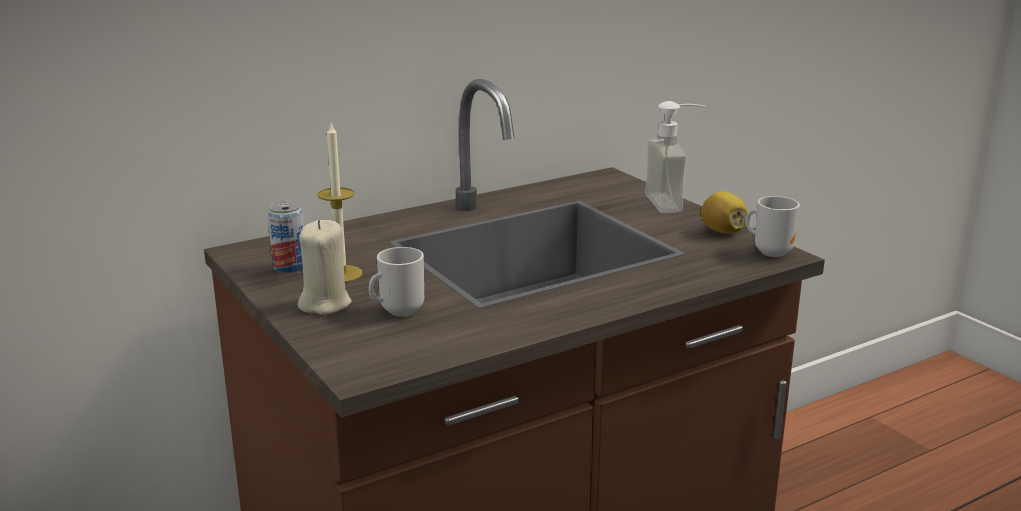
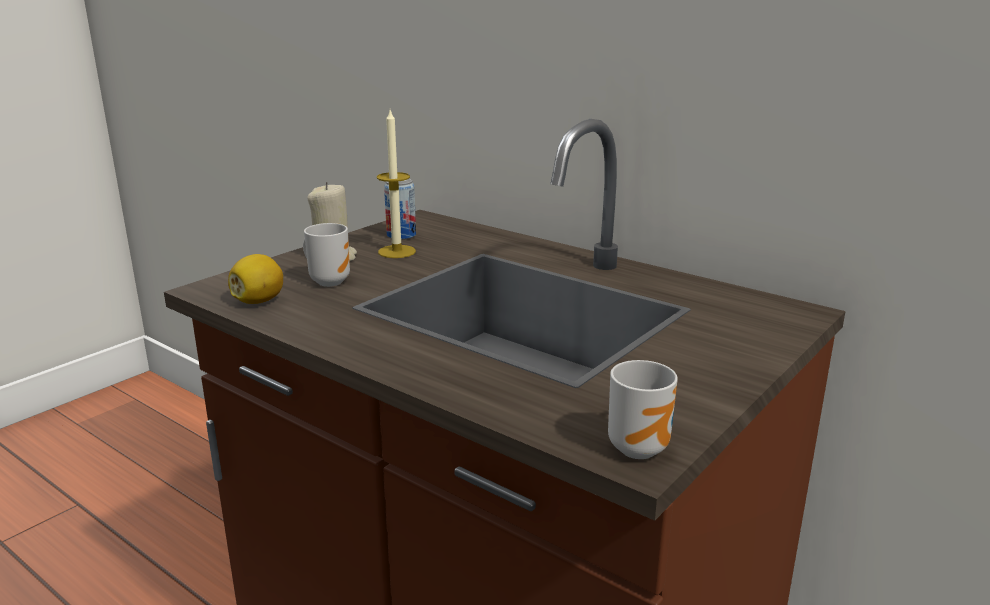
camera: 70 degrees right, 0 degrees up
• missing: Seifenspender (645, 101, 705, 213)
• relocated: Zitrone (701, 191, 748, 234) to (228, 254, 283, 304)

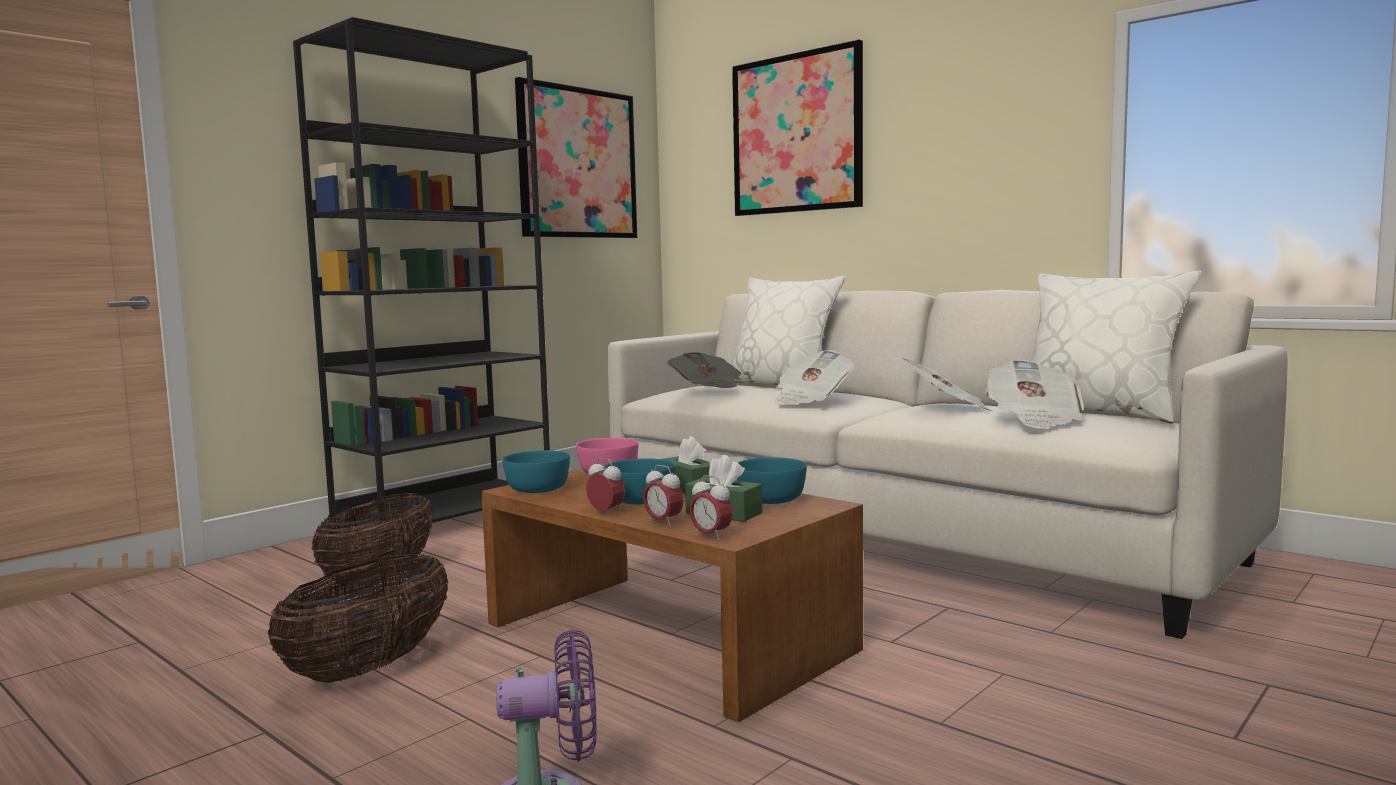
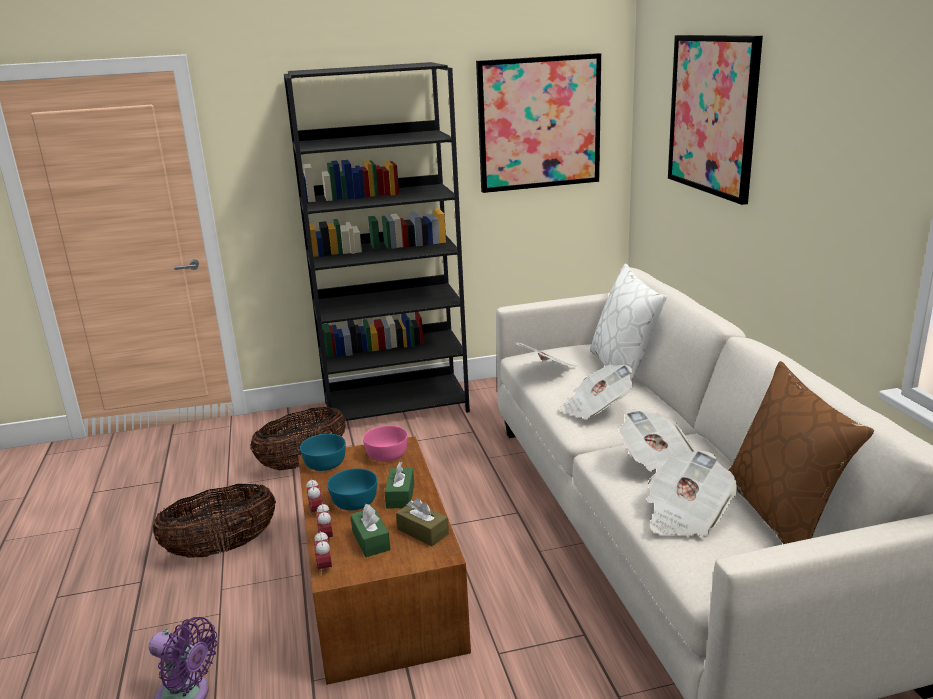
camera: 35 degrees right, 15 degrees up
• exchanged: Schüssel/türkis (737, 457, 807, 504) to Taschentuchbox/braun (396, 498, 449, 546)
• colour: Kissen/weiß (1031, 271, 1202, 424) to Kissen/braun (728, 361, 874, 544)

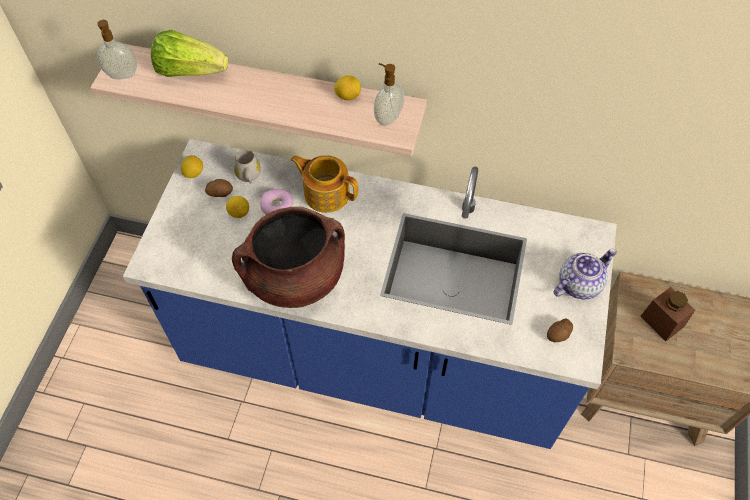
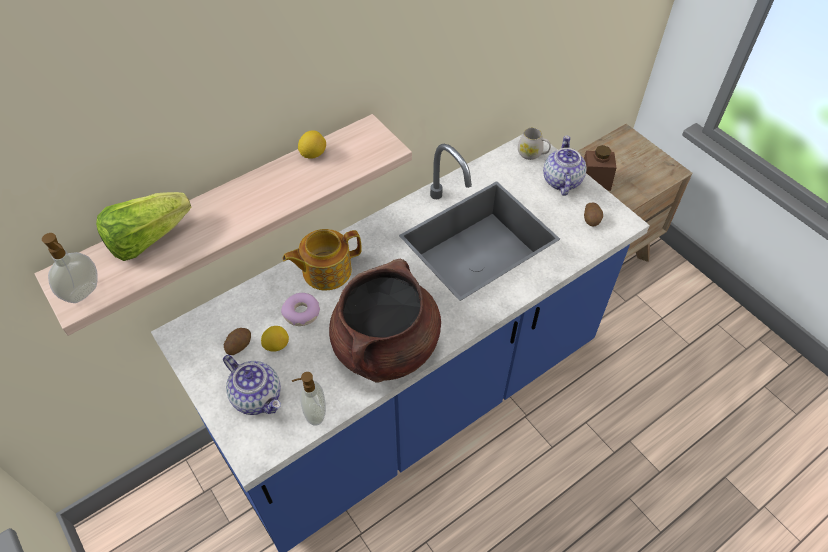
camera: 50 degrees left, 5 degrees down
• missing: Zitrone (180, 155, 203, 178)
• relocated: Henkelbecher/weiß (234, 150, 261, 184) to (518, 128, 551, 160)
• relocated: Seifenspender (374, 63, 404, 126) to (292, 372, 326, 426)
• appeared: Teekanne (223, 355, 281, 415)

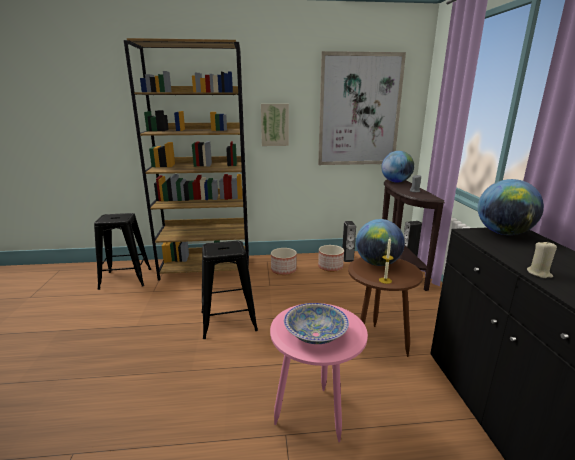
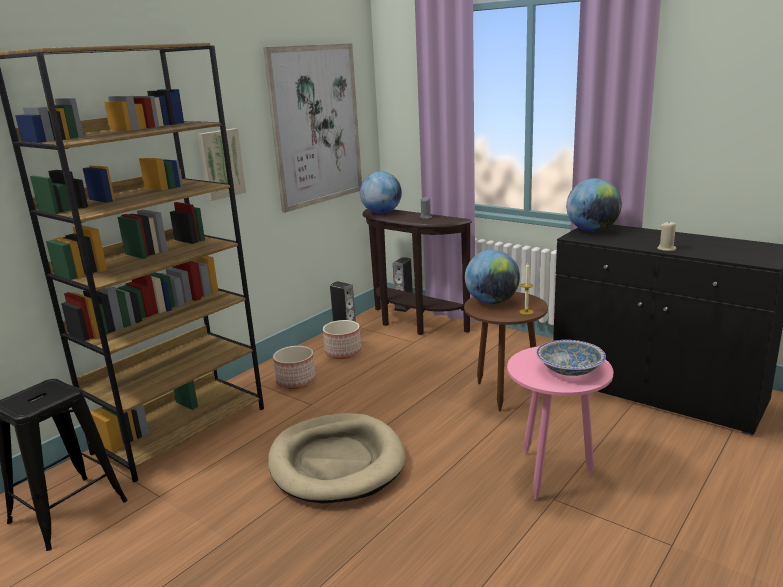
camera: 45 degrees left, 0 degrees up
• exchanged: Hocker/schwarz (201, 240, 258, 339) to Hundebett/beige (268, 413, 405, 503)

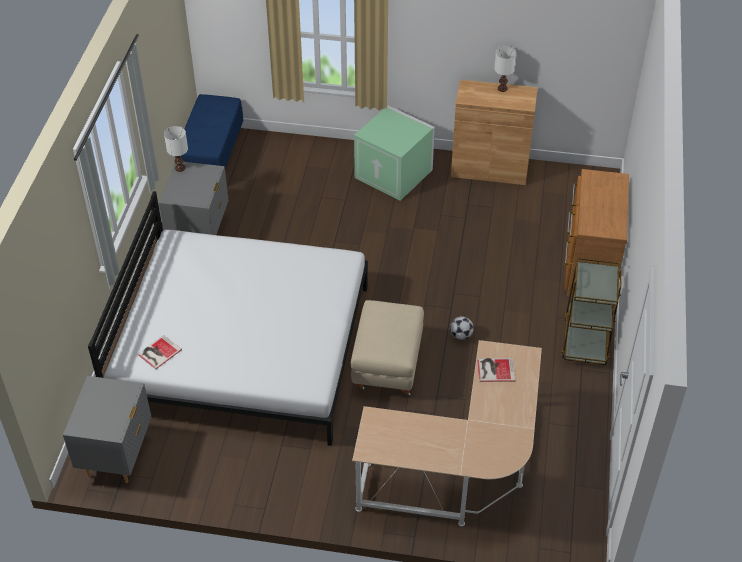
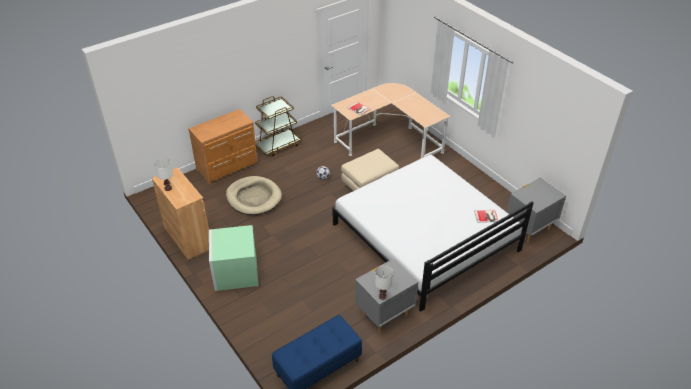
camera: 135 degrees left, 5 degrees down
• appeared: Hundebett/beige (226, 176, 282, 215)

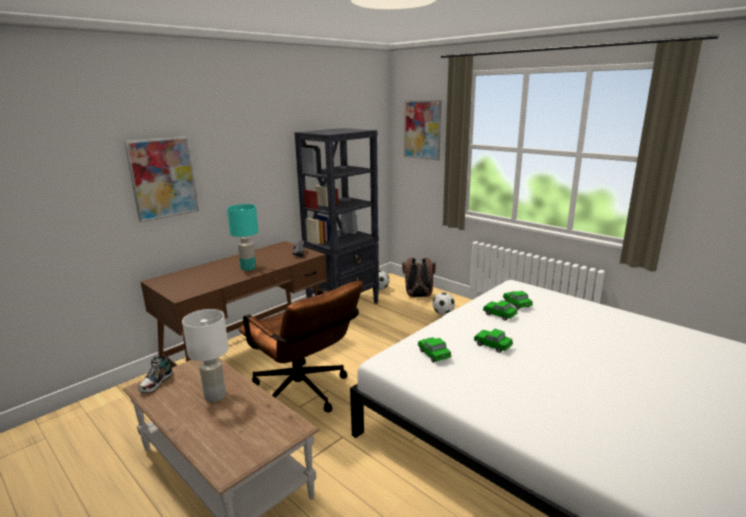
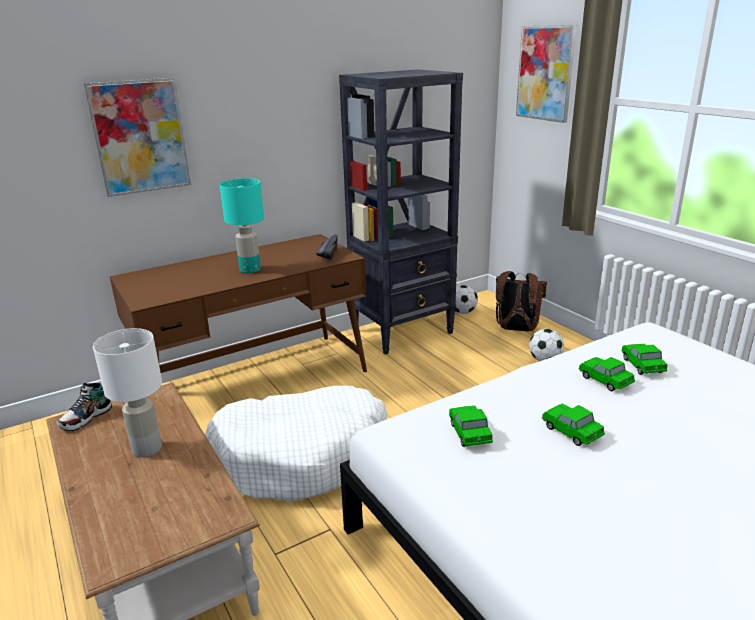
camera: 15 degrees right, 5 degrees up
• exchanged: Bürostuhl/braun (239, 281, 363, 412) to Hundebett/weiß (205, 385, 387, 502)

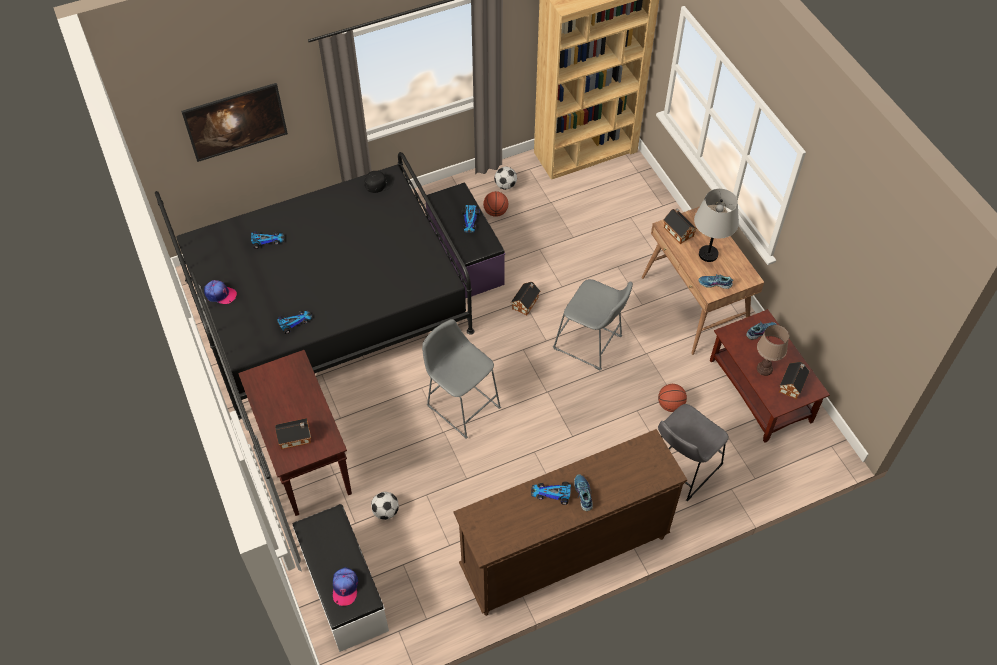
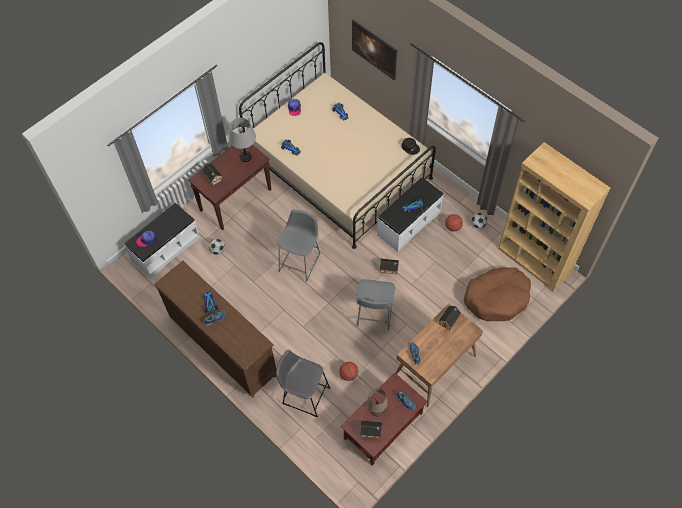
camera: 70 degrees right, 5 degrees up
• colour: Bett/schwarz (155, 152, 474, 420) to Bett/beige (239, 42, 436, 249)
• colour: Bank/lila (426, 183, 505, 299) to Bank/weiß (377, 177, 443, 252)
• relocated: Tischlampe/grau (694, 189, 739, 262) to (228, 118, 256, 162)
• appeared: Hundebett/braun (464, 267, 531, 321)

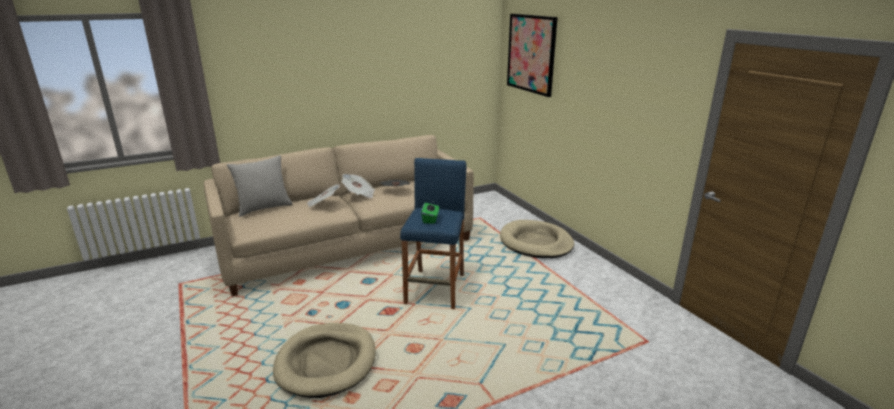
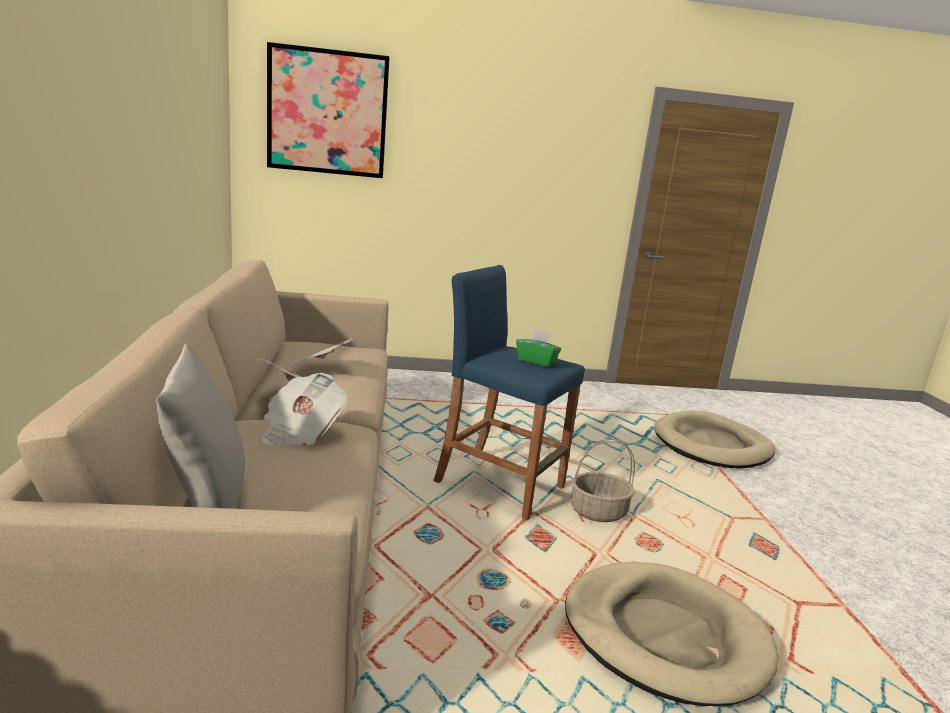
camera: 70 degrees left, 5 degrees down
• relocated: Hundebett/beige (500, 220, 574, 258) to (654, 411, 775, 469)
• appeared: Korb (571, 439, 635, 522)

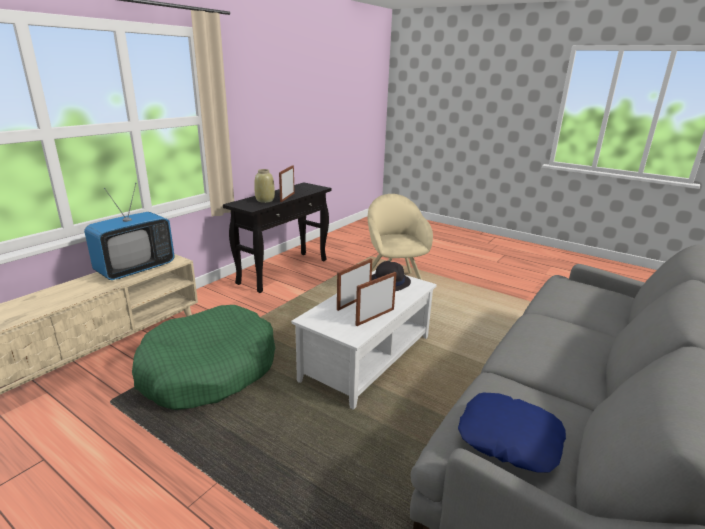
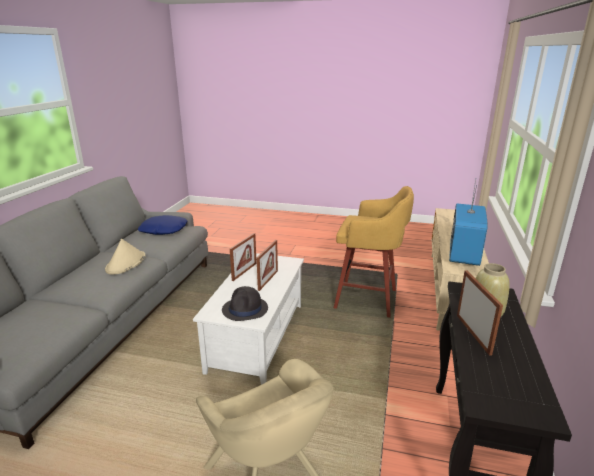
camera: 160 degrees right, 0 degrees up
• exchanged: Hundebett/grün (132, 305, 275, 410) to Hocker/gelb (334, 186, 414, 318)
• appeared: Hut/beige (105, 239, 146, 275)

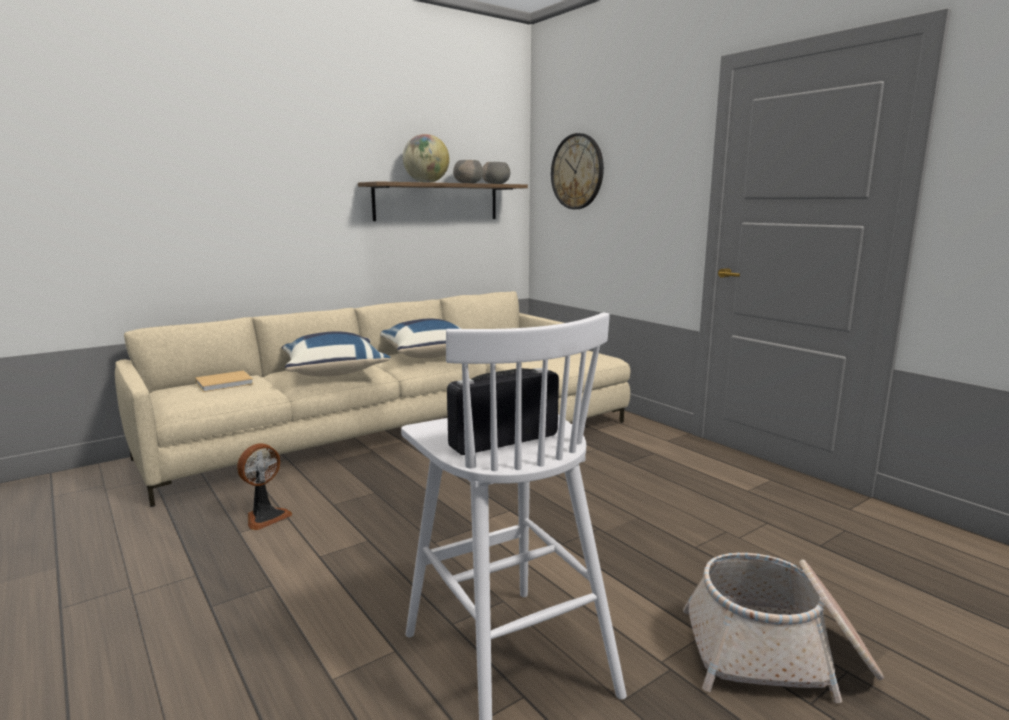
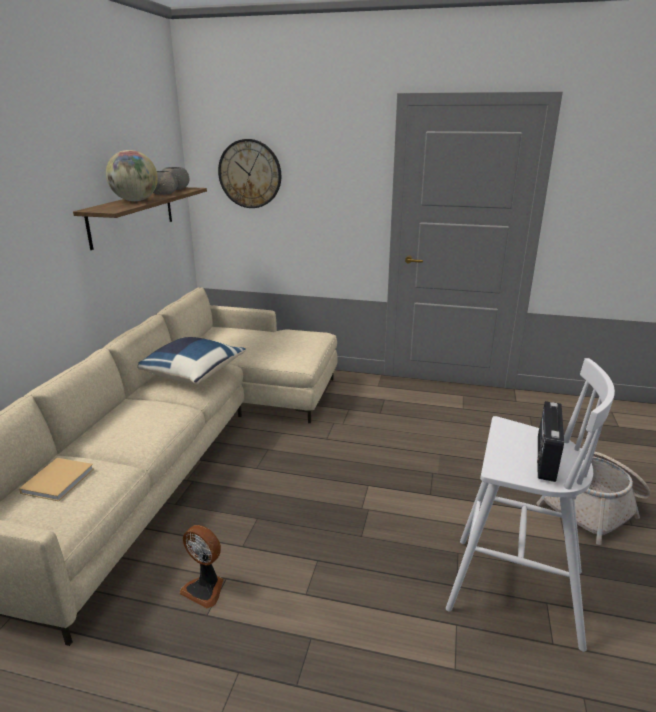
camera: 40 degrees left, 10 degrees up
• spun: Ventilator (237, 443, 292, 530) = (179, 525, 223, 608) 120 degrees clockwise
• missing: Kissen/blau (281, 331, 390, 376)

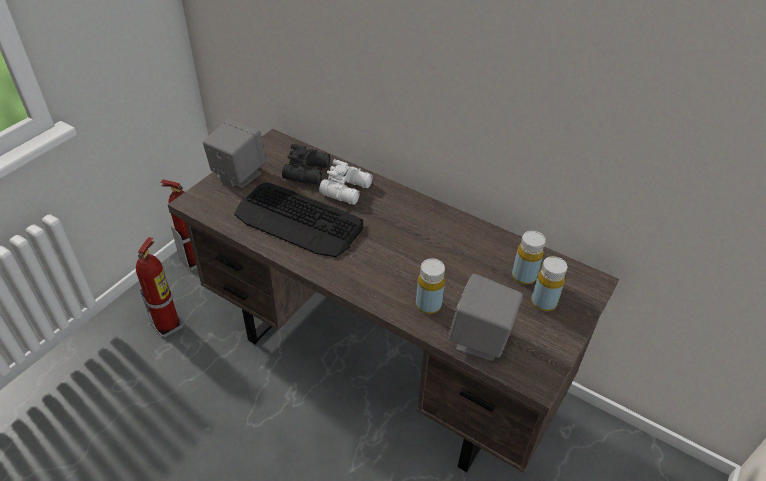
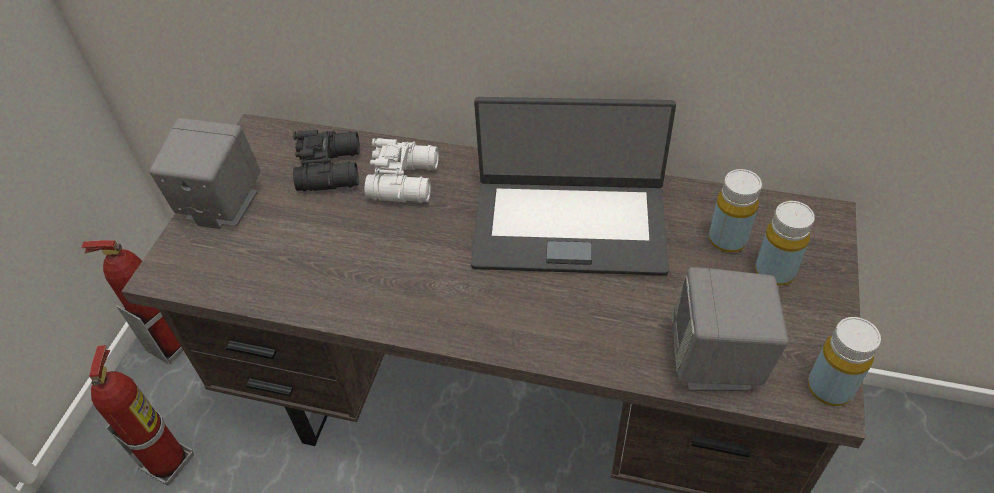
camera: 15 degrees left, 5 degrees up
• missing: Tastatur (234, 182, 363, 257)
• relocated: Flasche/gelb (416, 258, 445, 314) to (808, 317, 881, 406)
• appeared: Laptop (471, 97, 676, 276)

